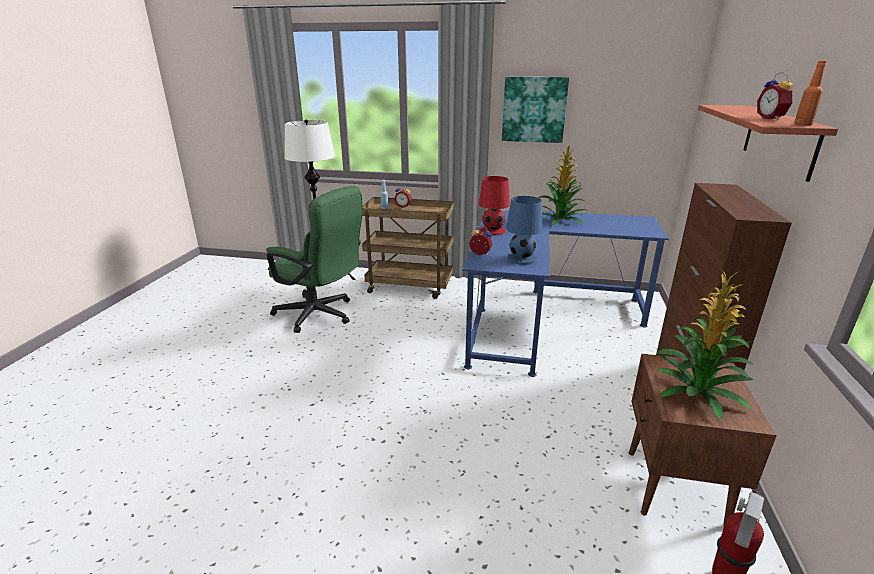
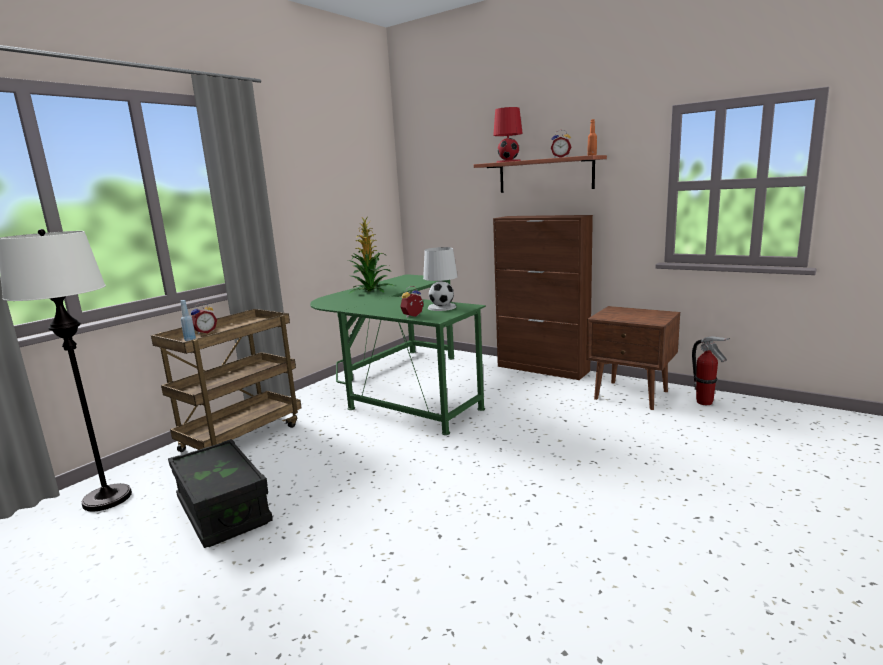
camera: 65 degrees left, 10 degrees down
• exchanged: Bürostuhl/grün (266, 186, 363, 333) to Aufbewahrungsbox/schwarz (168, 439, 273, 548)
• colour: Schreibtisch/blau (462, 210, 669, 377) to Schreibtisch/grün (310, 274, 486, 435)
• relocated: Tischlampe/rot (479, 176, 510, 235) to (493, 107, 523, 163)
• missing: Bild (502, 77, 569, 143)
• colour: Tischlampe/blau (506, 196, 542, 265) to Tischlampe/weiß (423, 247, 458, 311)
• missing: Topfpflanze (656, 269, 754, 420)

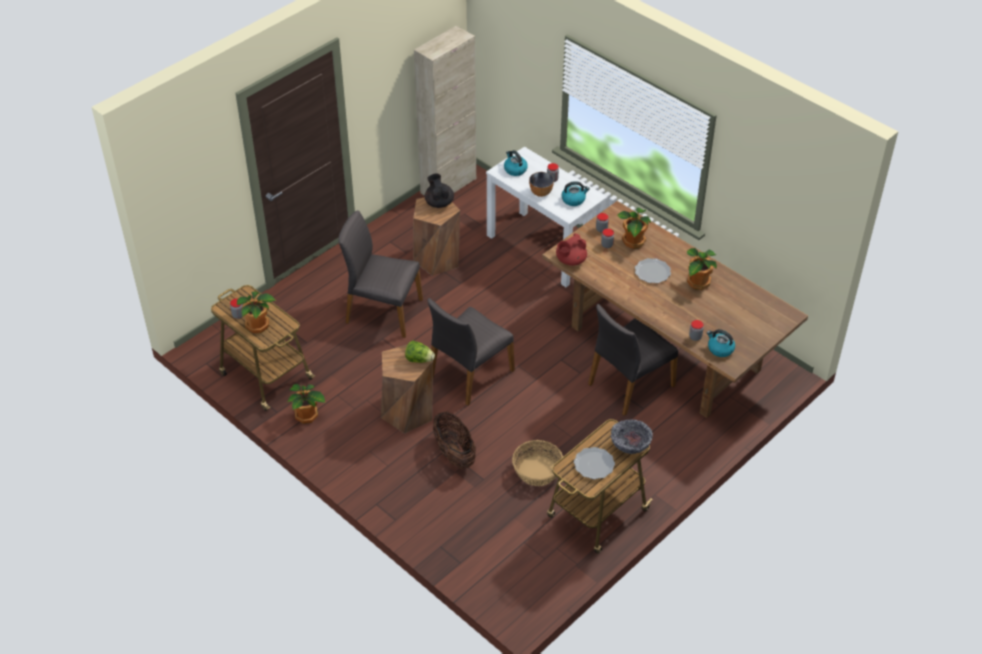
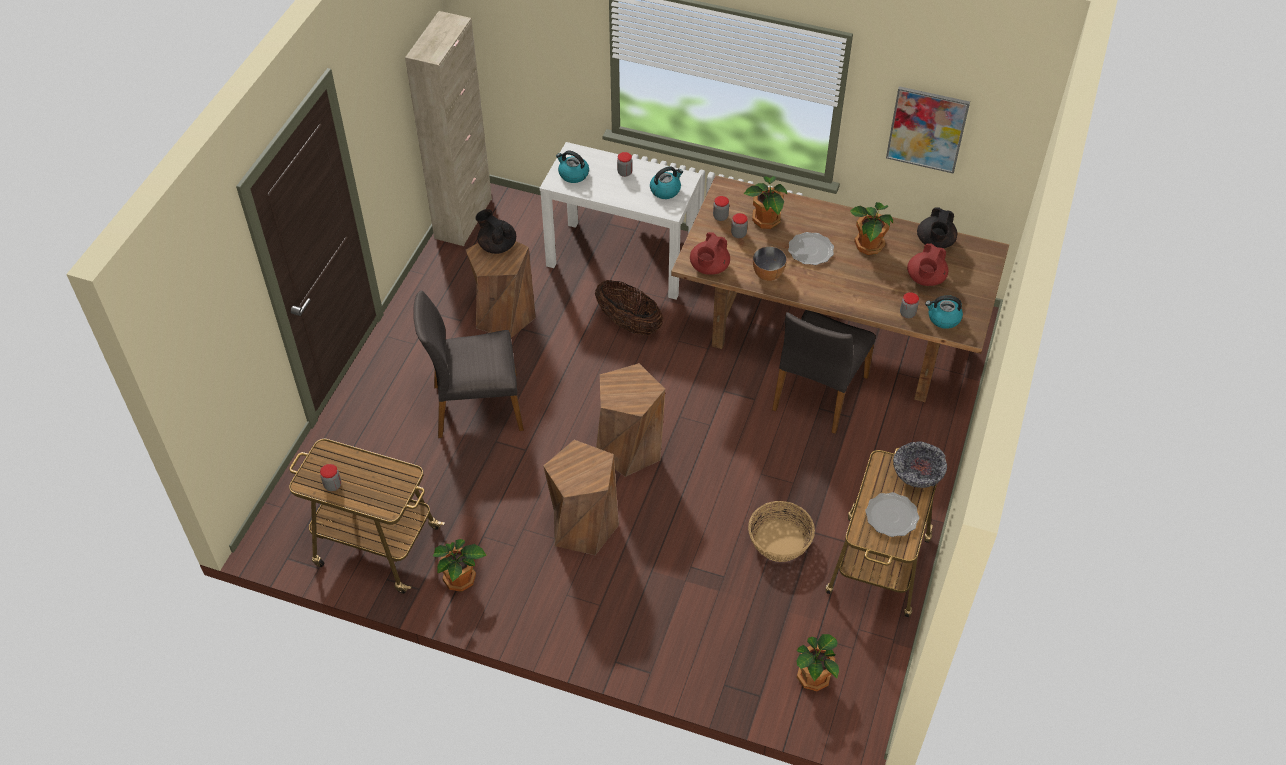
camera: 25 degrees left, 5 degrees up
• relocated: Topfpflanze (237, 291, 276, 333) to (796, 634, 839, 691)
• missing: Salatkopf (405, 341, 435, 363)
• exchanged: Stuhl/grau (428, 298, 515, 406) to Hocker/braun (596, 363, 665, 477)
• relocated: Korb (433, 412, 476, 469) to (595, 280, 663, 336)
• relocated: Schüssel (529, 172, 554, 197) to (753, 246, 787, 281)
• appeared: Bild (886, 86, 970, 174)
• appeared: Teekanne/rot (907, 243, 948, 286)
• appeared: Teekanne/schwarz (917, 207, 957, 248)

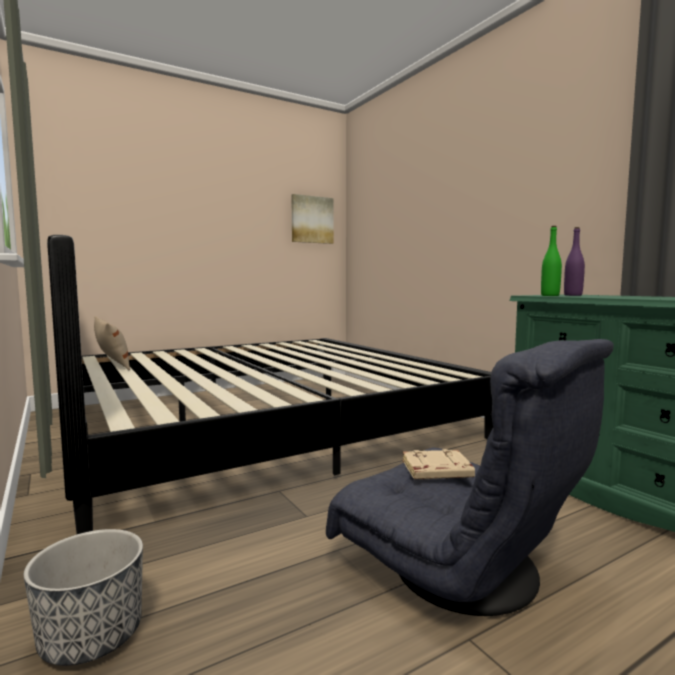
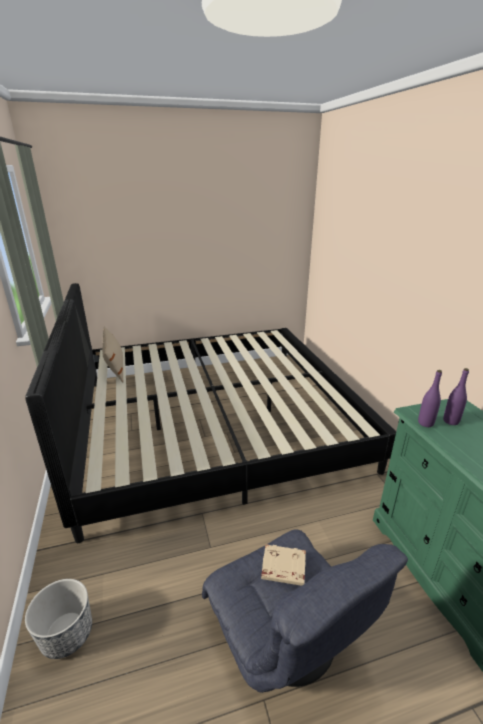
camera: 15 degrees right, 20 degrees up
• missing: Bild (291, 194, 334, 244)
• colour: Flasche/grün (541, 226, 562, 296) to Flasche/lila (418, 370, 442, 427)

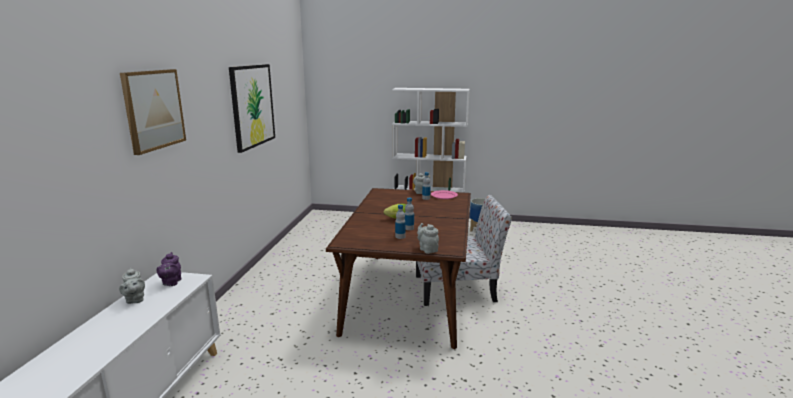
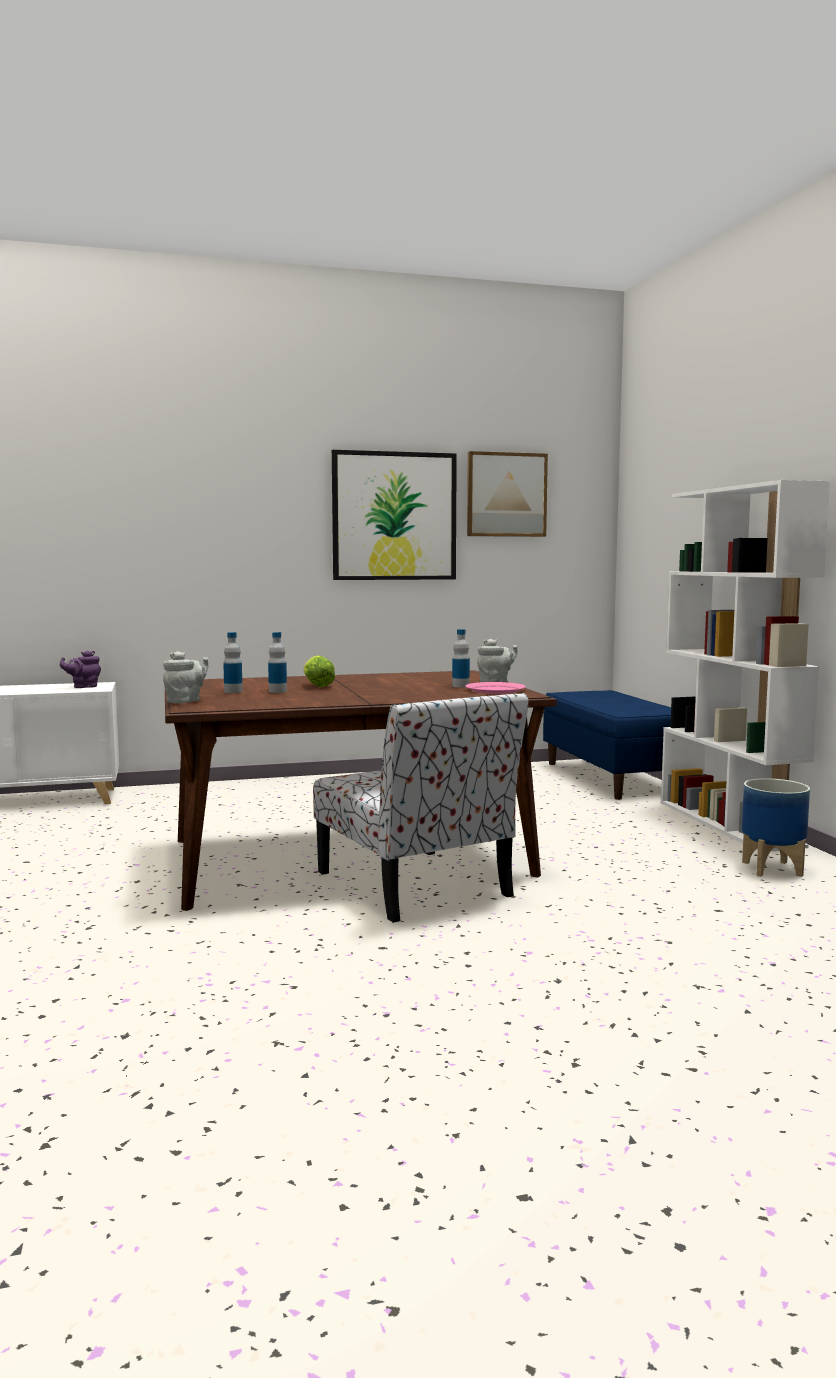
camera: 65 degrees right, 10 degrees down
• missing: Teekanne/grau (119, 268, 145, 304)
• relocated: Bild (120, 69, 186, 155) to (467, 451, 548, 537)
• appeared: Bank/blau (543, 690, 671, 800)

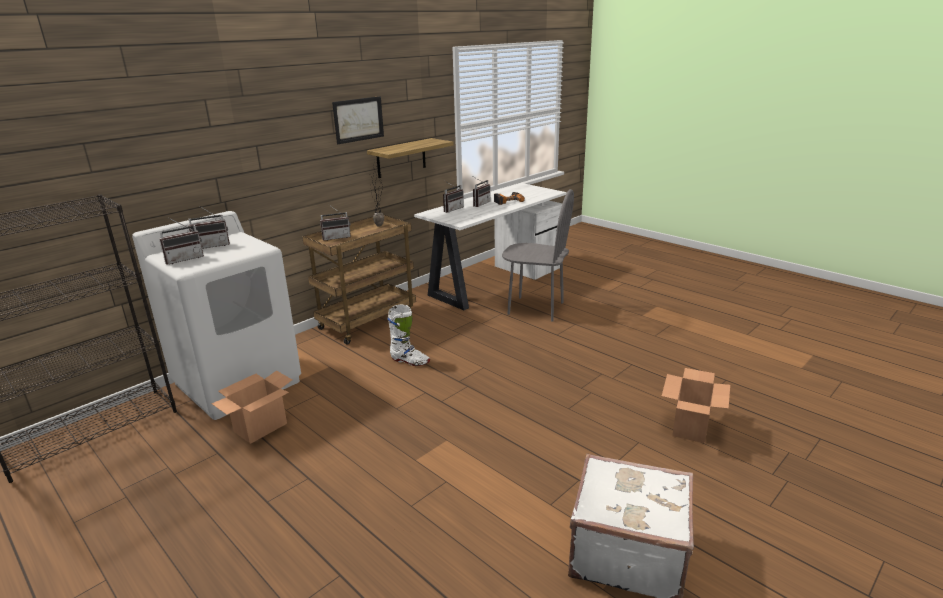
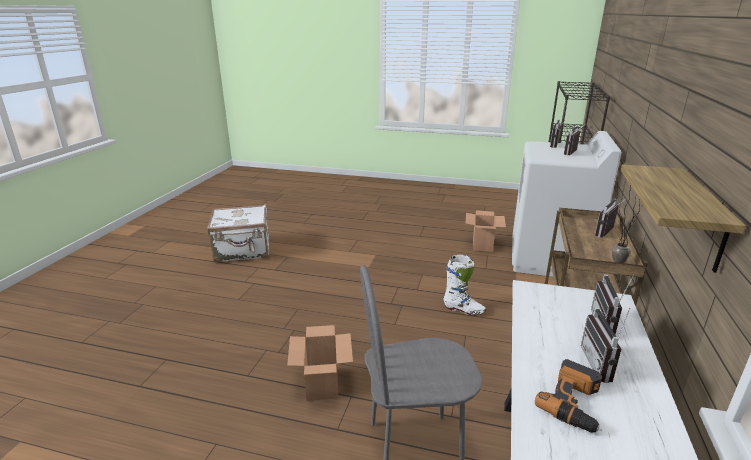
camera: 150 degrees right, 0 degrees up
• missing: Bild (332, 96, 384, 144)
• spun: Stiefel/weiß (387, 305, 430, 366) = (443, 255, 486, 316) 150 degrees counterclockwise
• relocated: Karton (662, 368, 730, 443) to (287, 325, 353, 401)

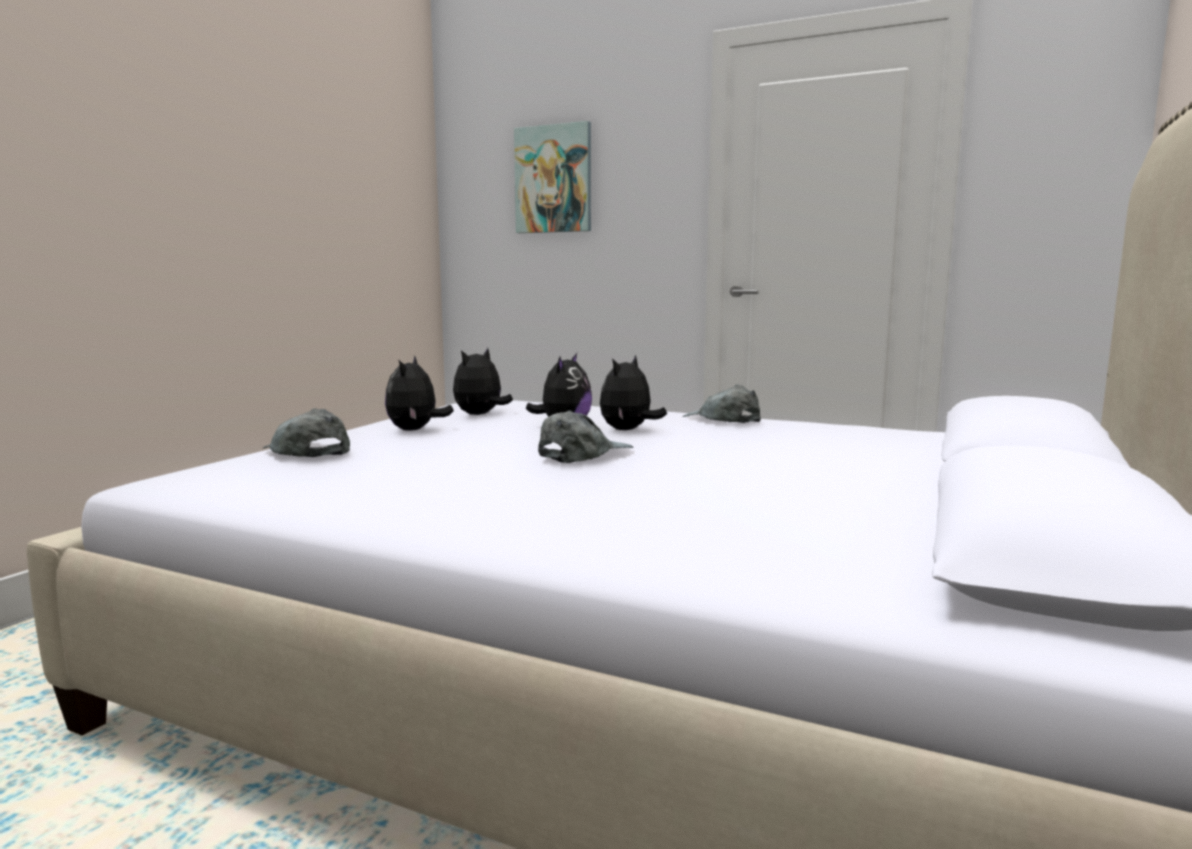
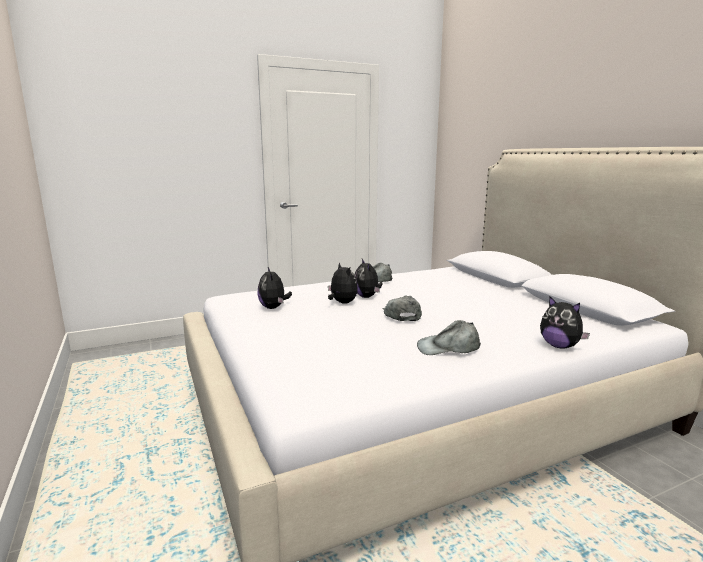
camera: 50 degrees left, 5 degrees up
• relocated: Kappe/grau (263, 408, 350, 457) to (417, 320, 481, 355)
• relocated: Plüschtier (385, 355, 454, 431) to (540, 296, 590, 349)
• missing: Bild (514, 121, 591, 233)

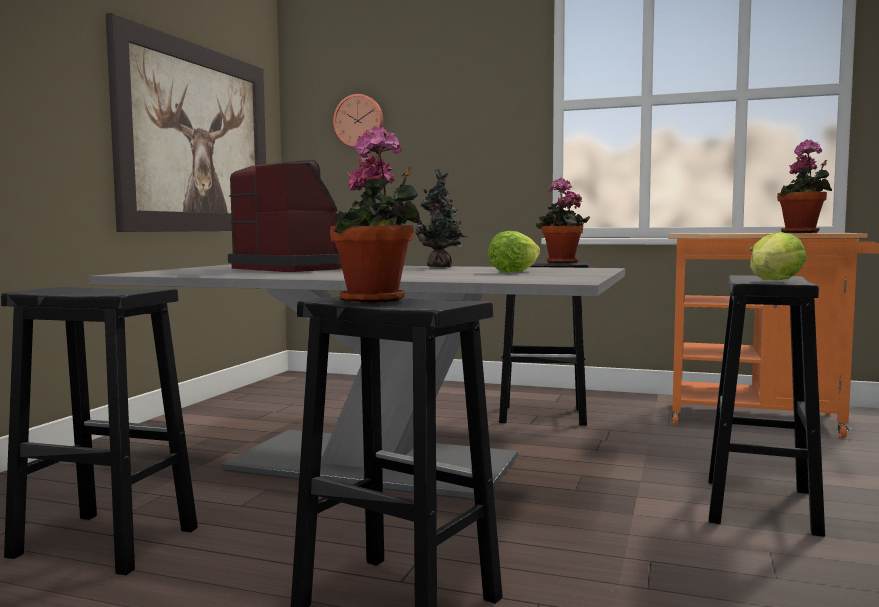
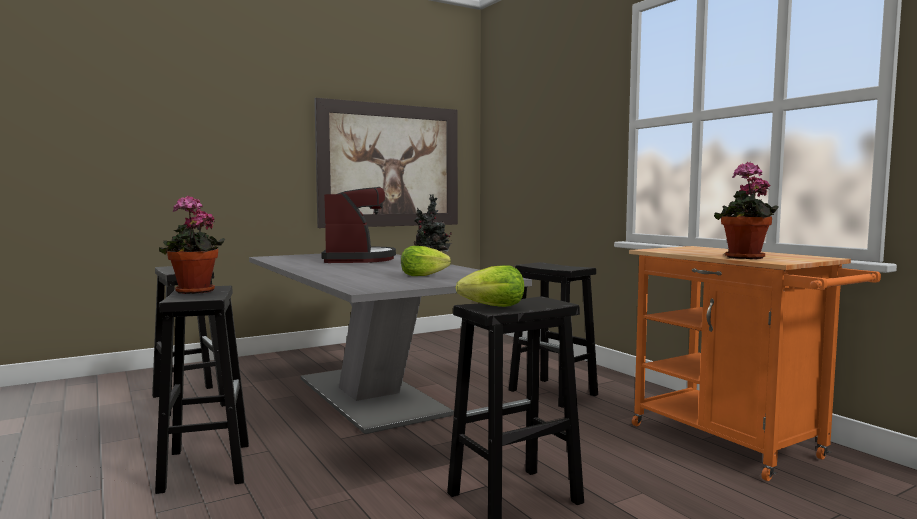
camera: 40 degrees right, 0 degrees up
• missing: Wanduhr (333, 94, 383, 147)
• missing: Topfpflanze (536, 178, 590, 263)

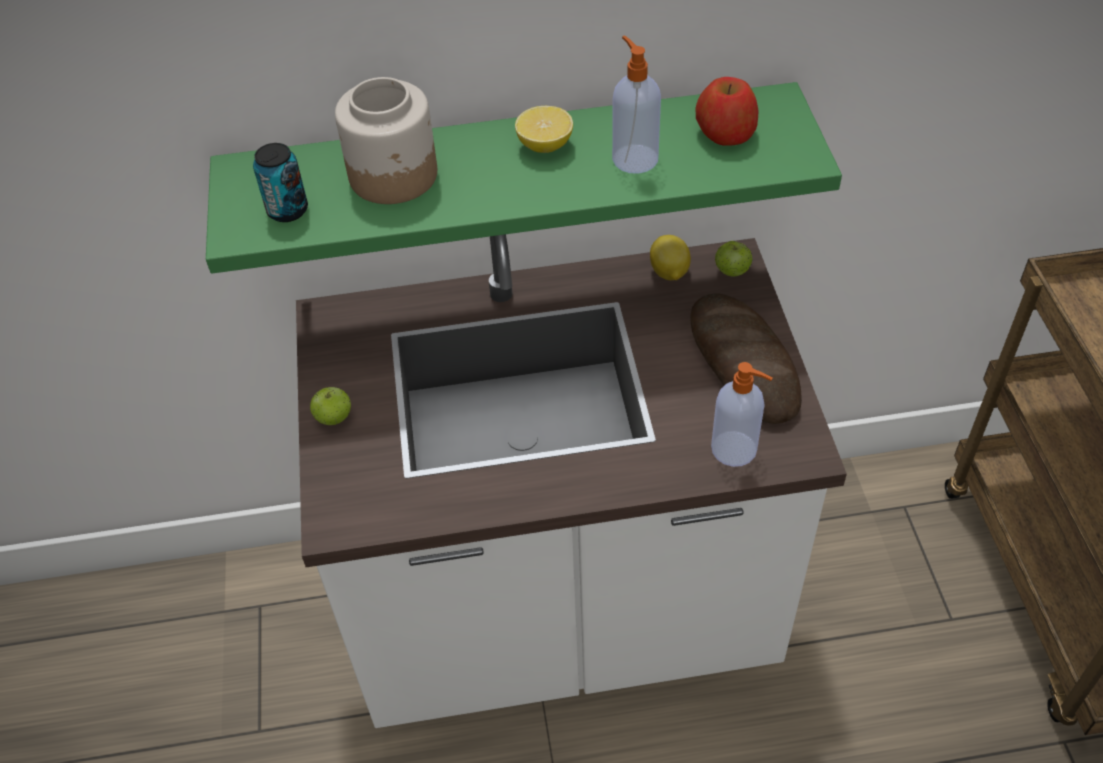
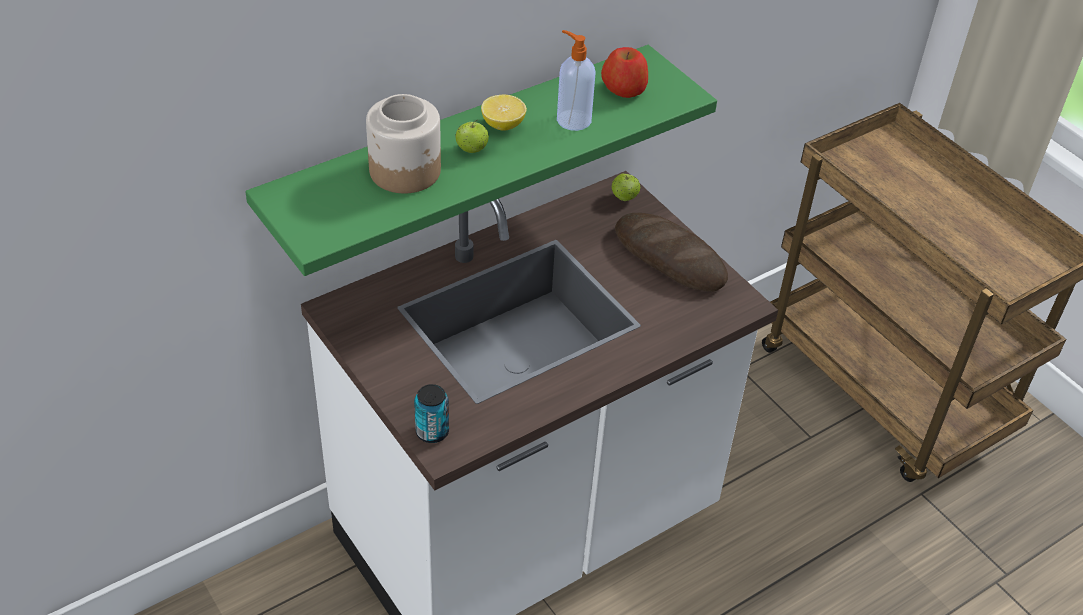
camera: 30 degrees left, 5 degrees down
• relocated: Dose (253, 143, 308, 222) to (414, 384, 449, 443)
• relocated: Apfel (310, 387, 351, 425) to (455, 119, 489, 153)
• missing: Zitrone (650, 235, 691, 280)
• missing: Seifenspender (711, 362, 772, 467)

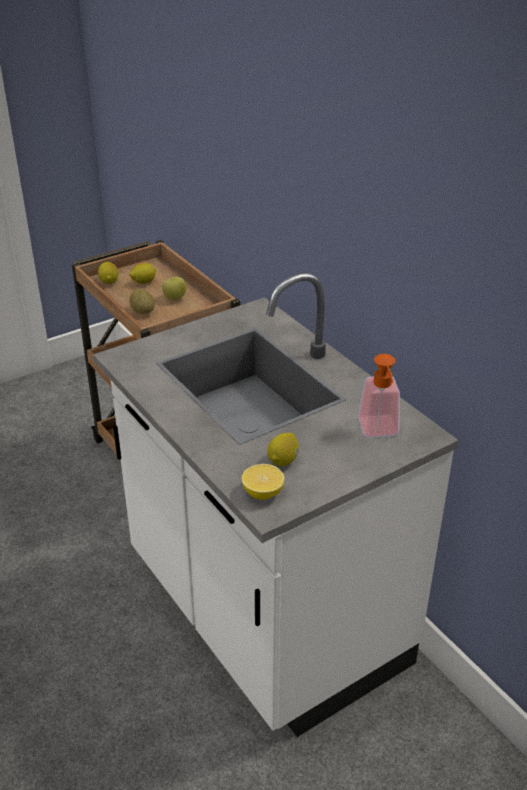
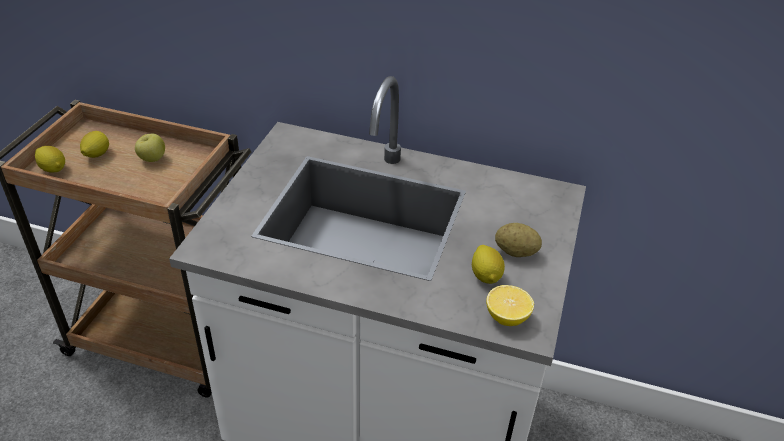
camera: 40 degrees left, 5 degrees up
• relocated: Kartoffel (129, 289, 155, 314) to (495, 223, 542, 257)
• missing: Seifenspender (358, 354, 400, 437)

